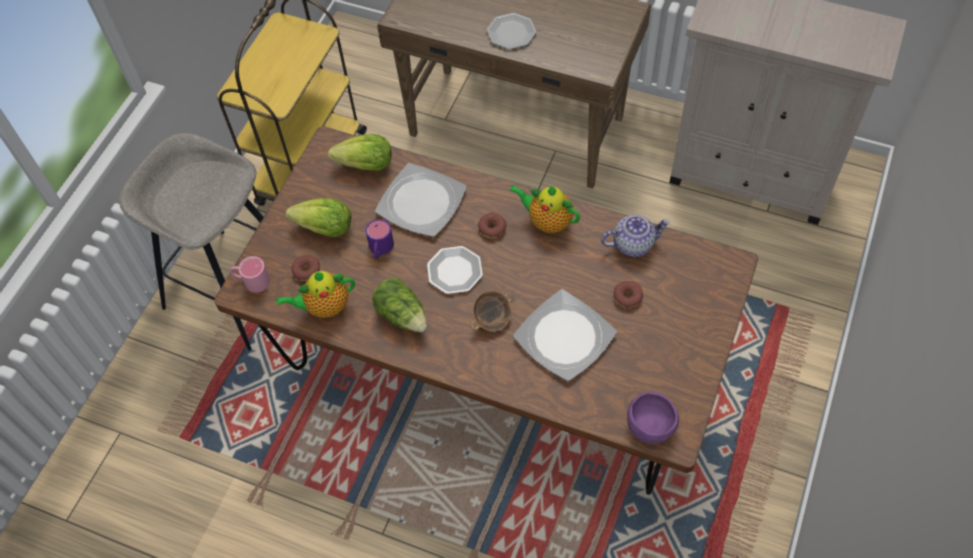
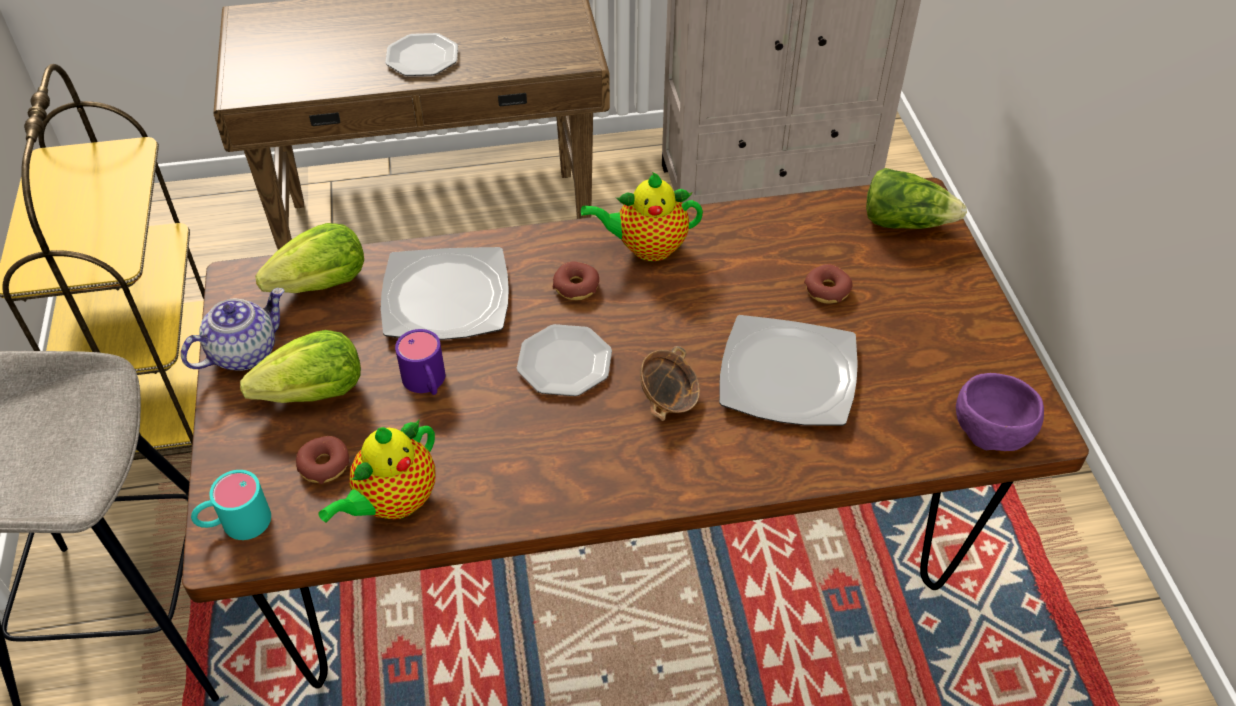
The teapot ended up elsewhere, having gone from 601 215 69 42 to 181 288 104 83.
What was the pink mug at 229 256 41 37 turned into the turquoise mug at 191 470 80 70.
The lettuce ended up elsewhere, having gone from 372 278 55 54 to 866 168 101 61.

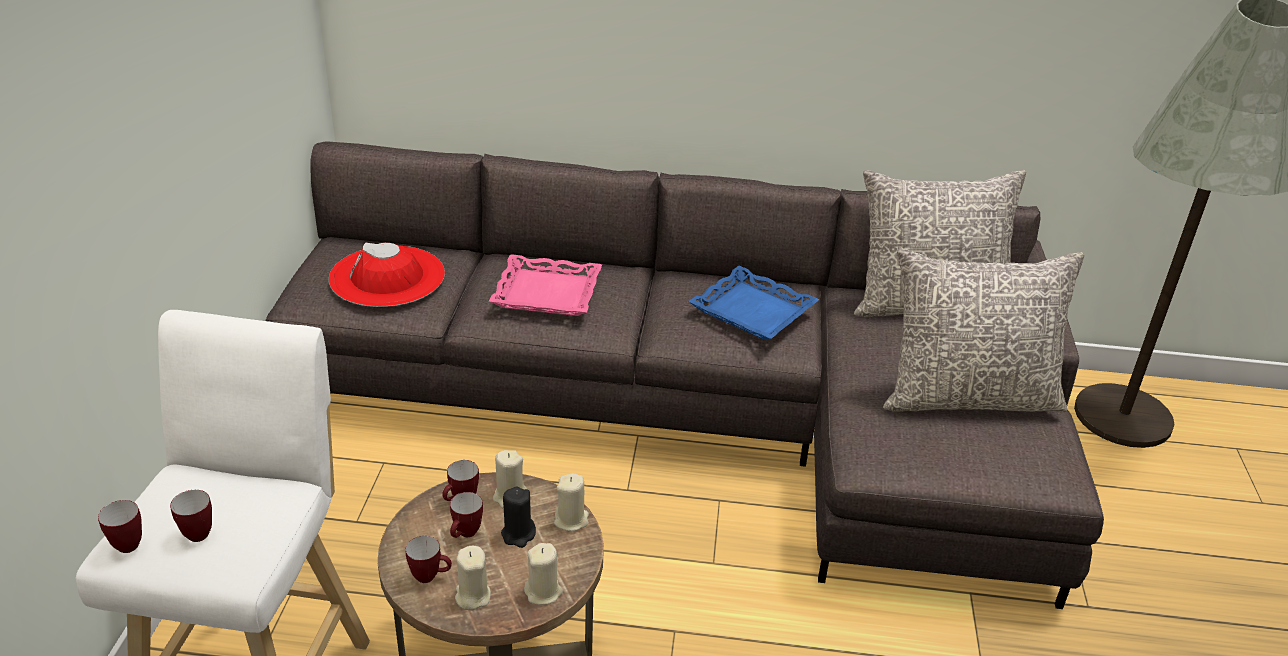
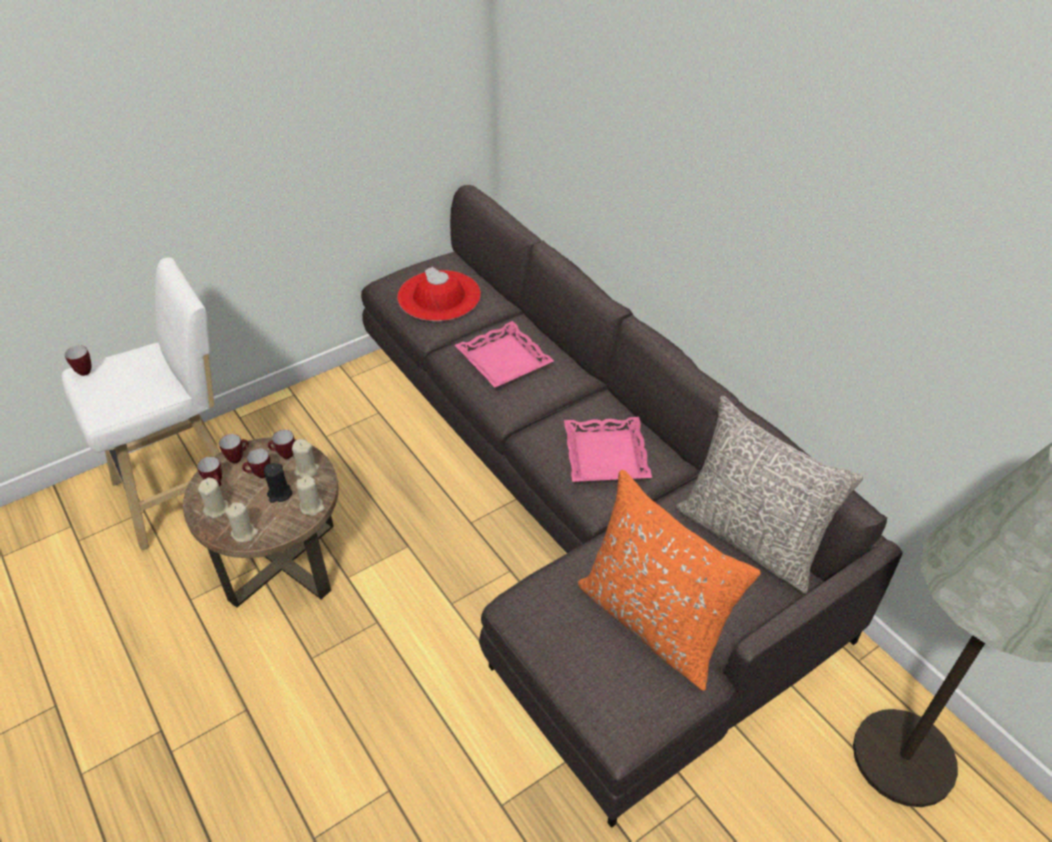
The mug ended up elsewhere, having gone from 170 490 42 52 to 219 434 30 29.
What was the blue tray at 688 266 131 75 turned into the pink tray at 564 417 88 65.
What was the grey pillow at 883 248 201 164 turned into the orange pillow at 578 470 183 221.

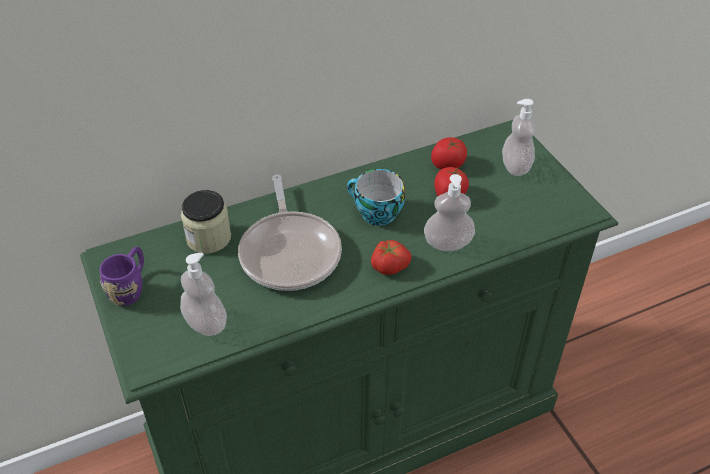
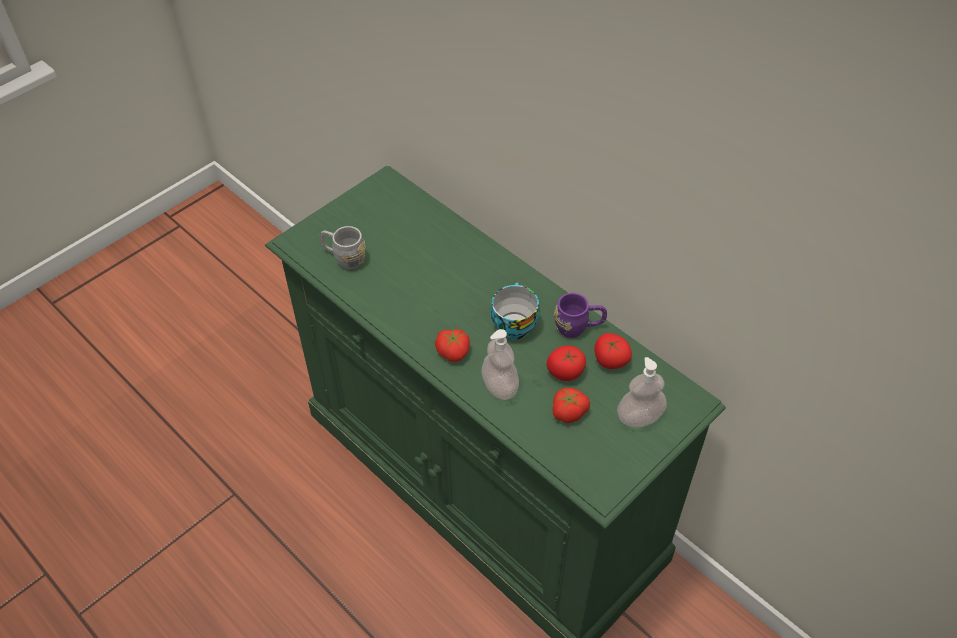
Where the soap dispenser stood at 180 253 47 83, the grey mug came to stand at 319 226 46 43.
The second view gained the tomato at 552 388 38 35.
The purple mug ended up elsewhere, having gone from 99 247 45 59 to 554 293 53 45.
The second view lost the jar at 181 190 50 63.
The second view lost the frying pan at 238 175 104 116.

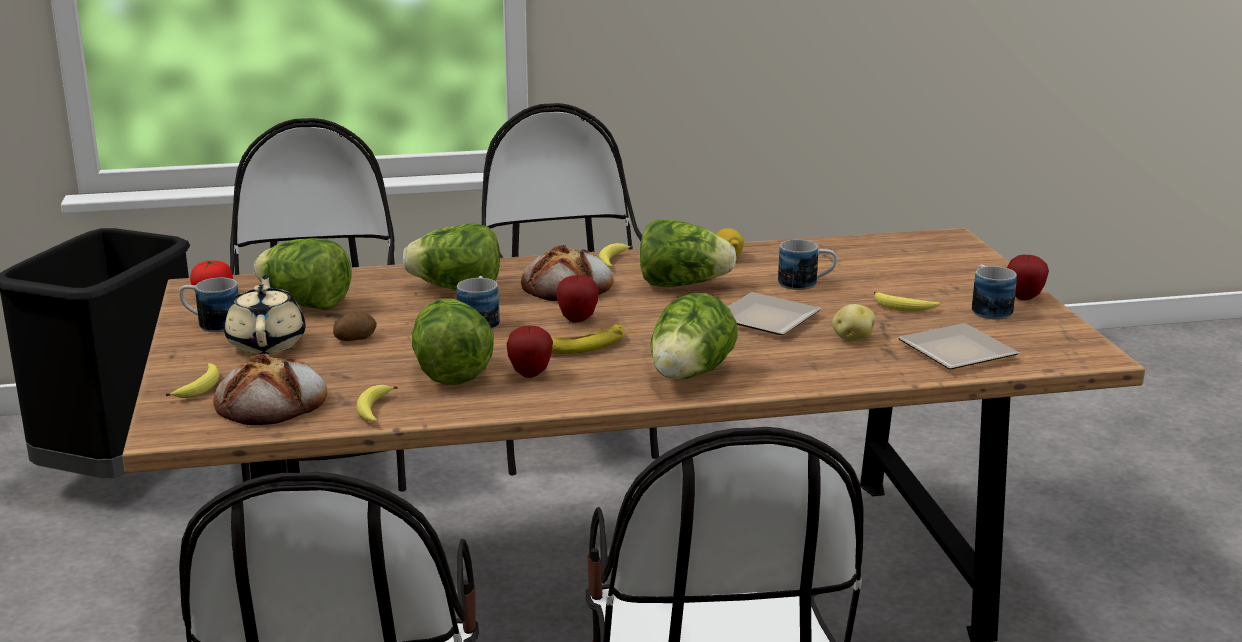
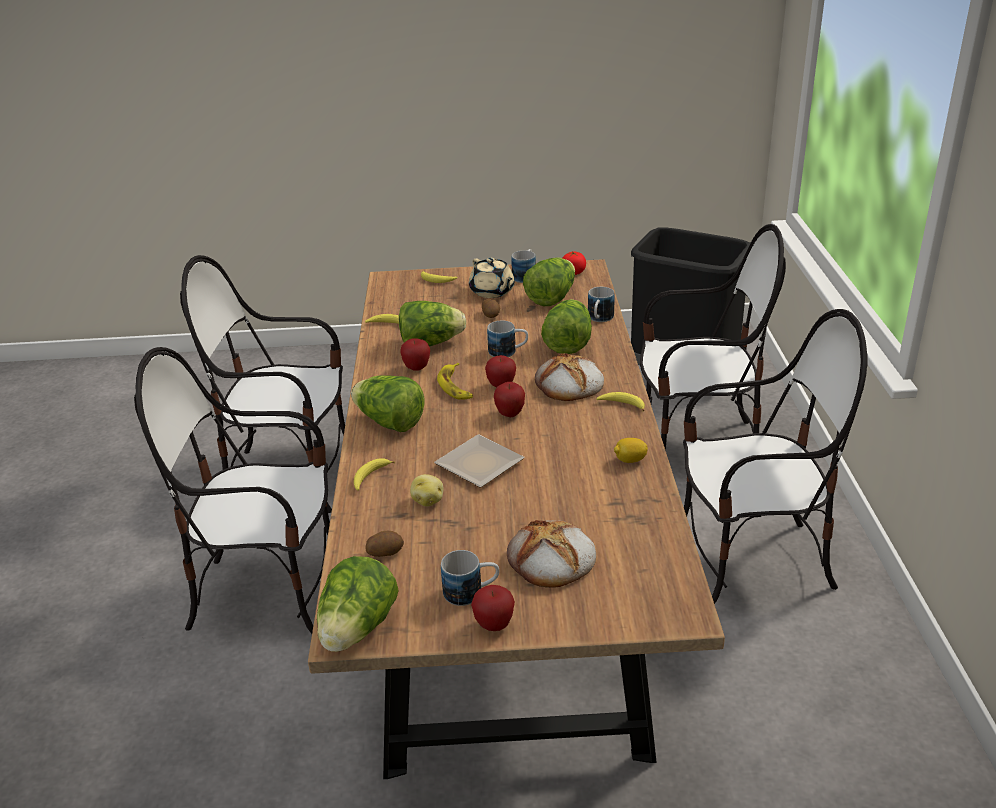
The lettuce ended up elsewhere, having gone from 640 220 97 67 to 317 556 82 96.
The banana ended up elsewhere, having gone from 874 291 66 21 to 354 458 41 33.
Where the plate stood at 898 323 121 46, the potato came to stand at 365 531 39 26.
The beige teapot at 224 275 82 79 ended up facing another way, 60 degrees clockwise from before.
The second view gained the apple at 494 382 31 35.
The bread ended up elsewhere, having gone from 213 353 114 72 to 507 520 89 68.
The mug ended up elsewhere, having gone from 778 239 59 51 to 588 287 26 35.

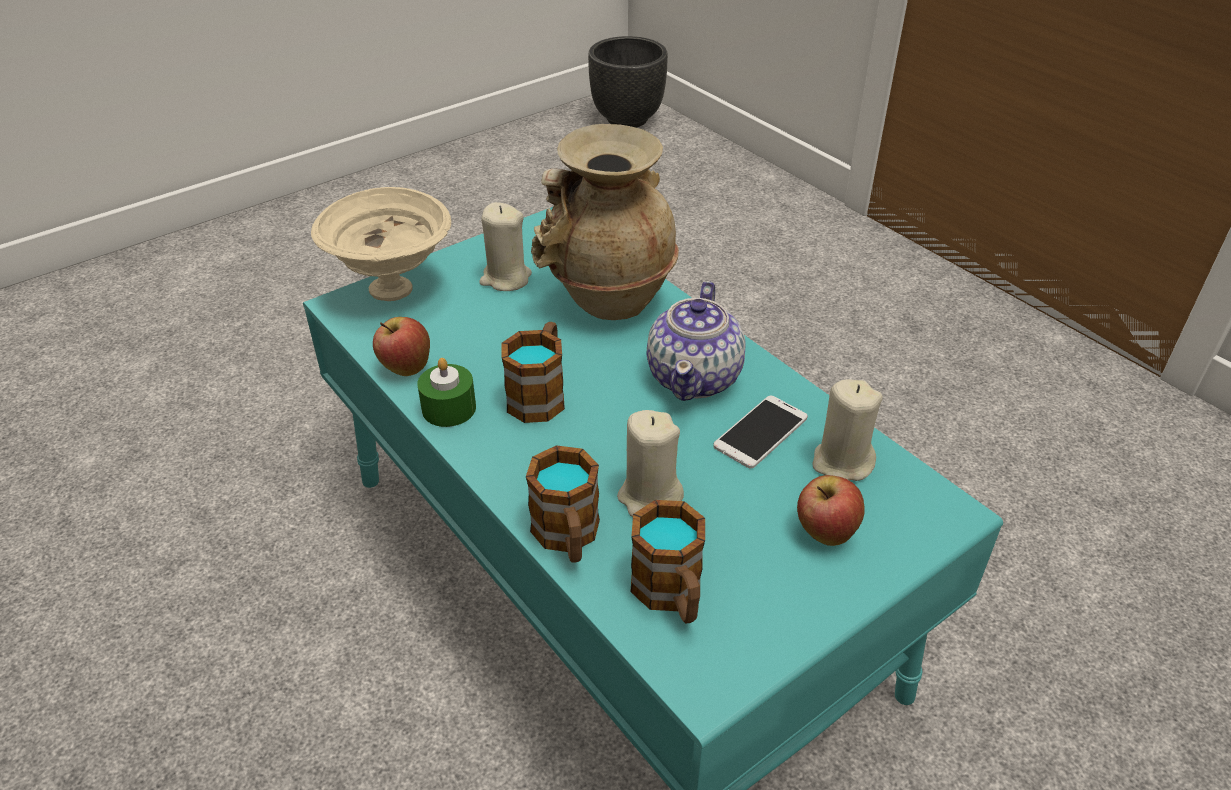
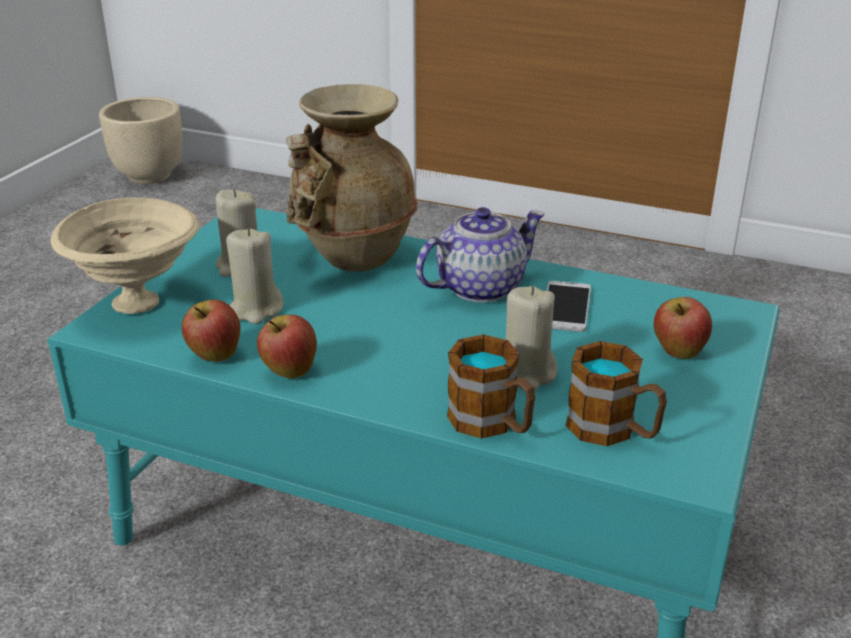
What was the black planter at 588 36 80 92 turned into the beige planter at 99 97 83 87.
The beige candle ended up elsewhere, having gone from 812 379 71 102 to 226 228 58 96.
Where the green candle stood at 417 358 59 69, the apple came to stand at 257 314 60 65.
The teapot at 647 281 99 120 ended up facing another way, 105 degrees counterclockwise from before.
The second view lost the mug at 502 322 63 101.

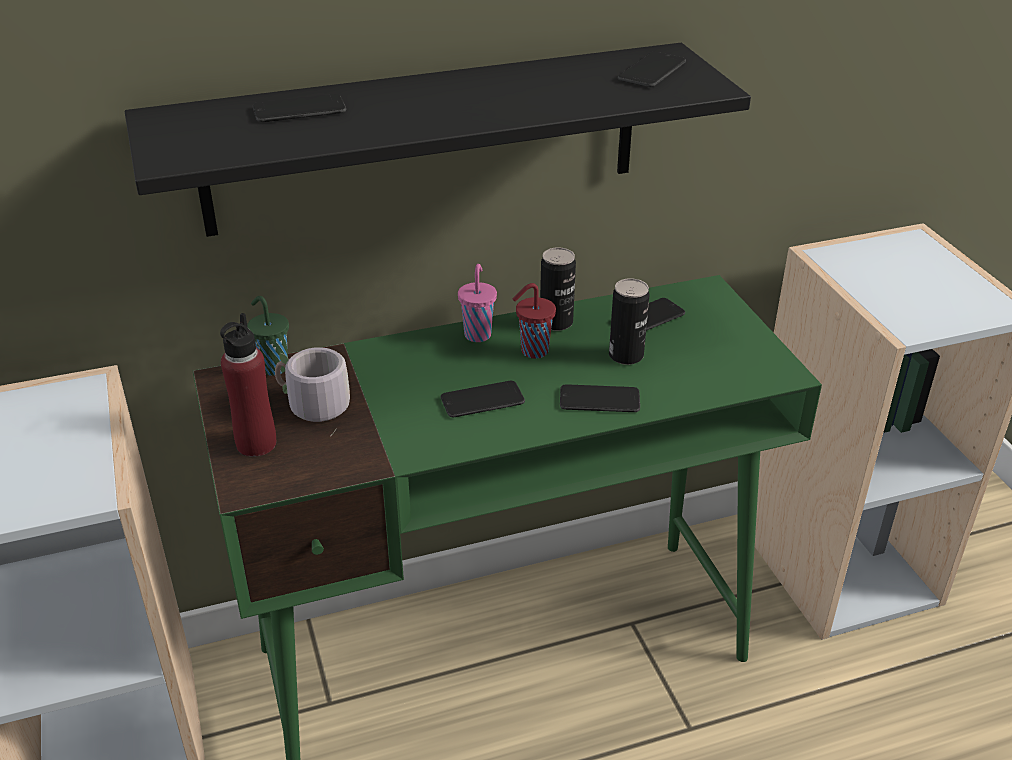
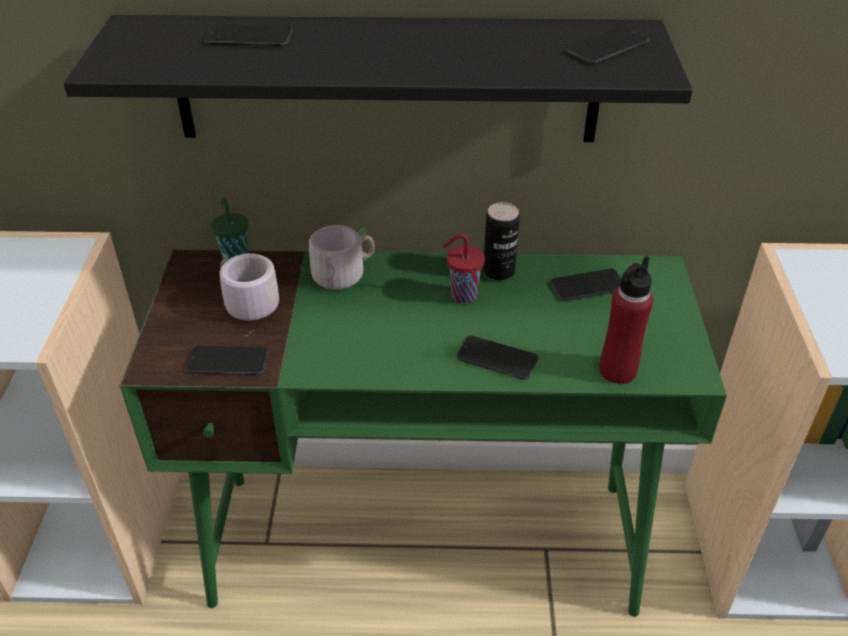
The phone ended up elsewhere, having gone from 441 381 84 36 to 186 346 82 29.
The second view gained the grey mug at 301 225 74 65.
The red bottle ended up elsewhere, having gone from 220 313 56 144 to 599 256 54 128.
The second view lost the pink cup at 458 264 39 78.
The second view lost the can at 609 278 40 87.

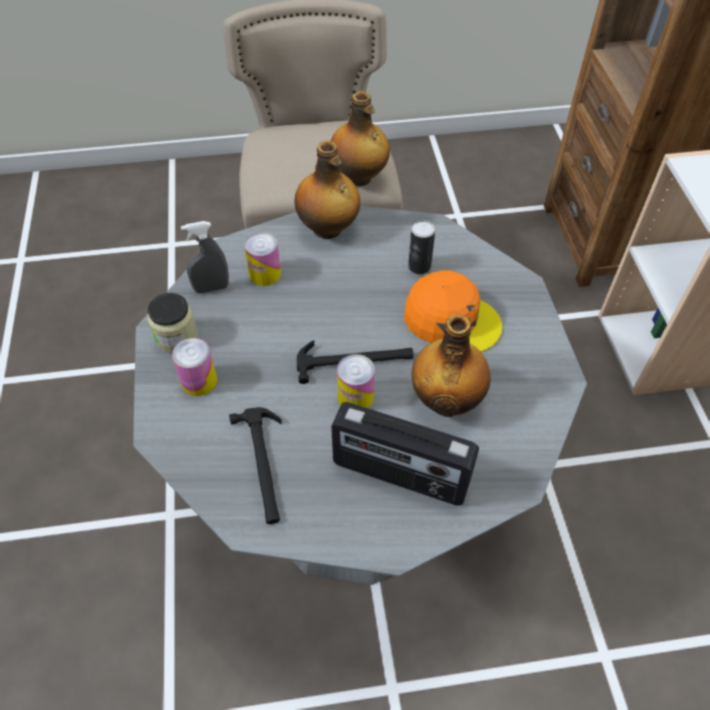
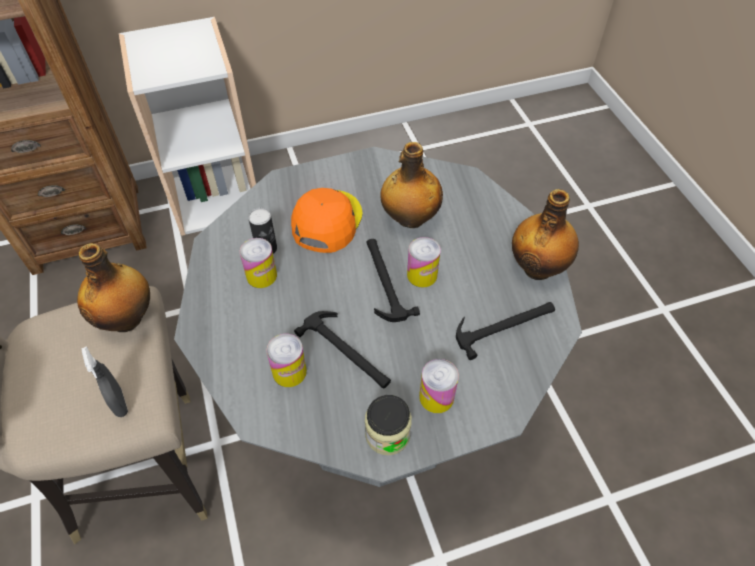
The grey spray bottle ended up elsewhere, having gone from 181 221 48 73 to 81 346 47 71.
The second view gained the can at 240 238 37 50.
The second view gained the hammer at 294 311 97 77.
The bottle ended up elsewhere, having gone from 295 141 65 98 to 512 189 67 91.
The second view lost the radio at 331 402 148 104.

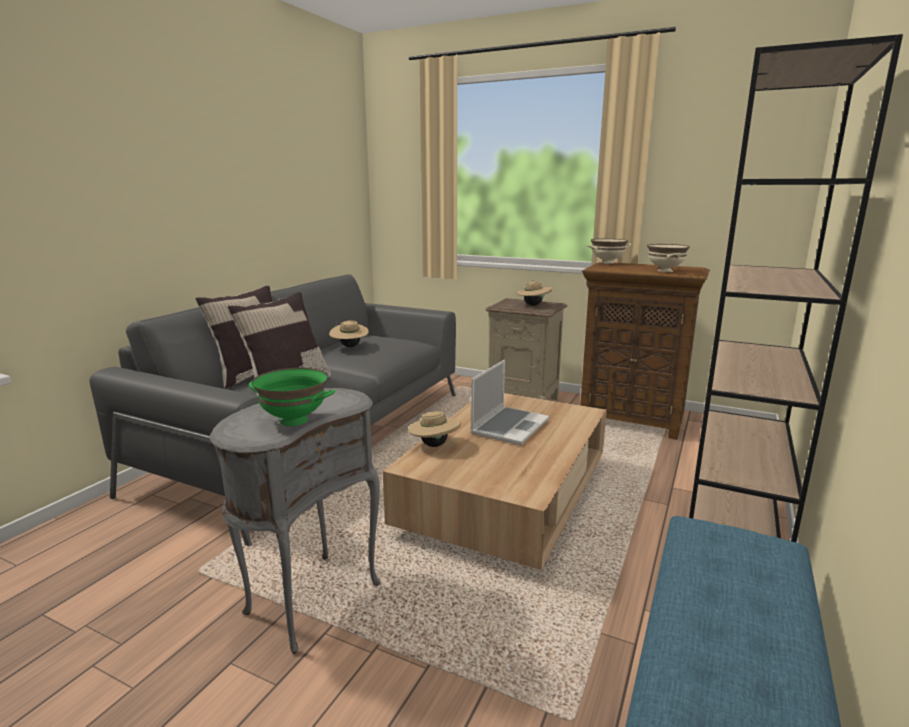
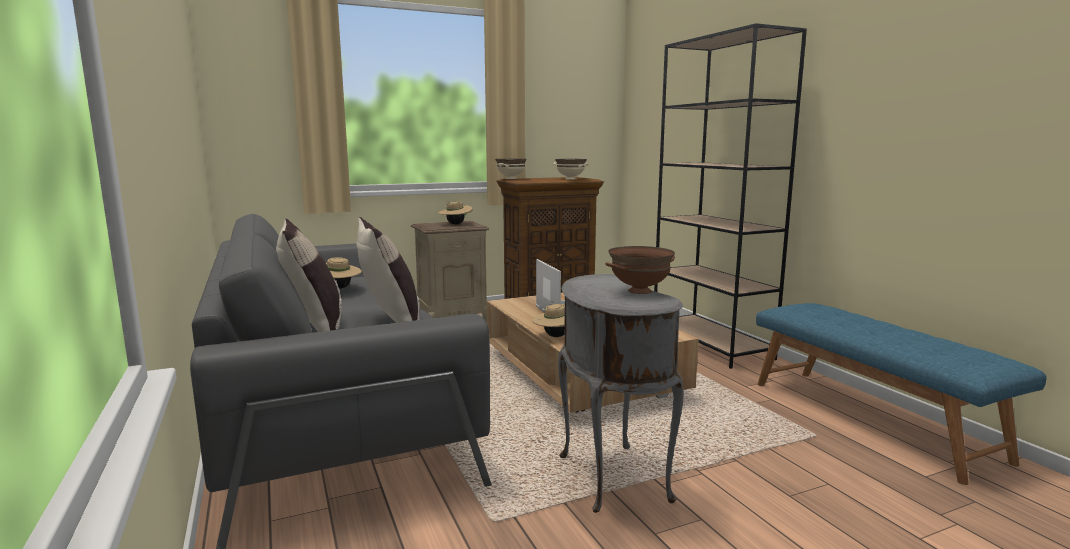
What was the green bowl at 249 368 86 58 turned into the brown bowl at 605 246 70 48.

